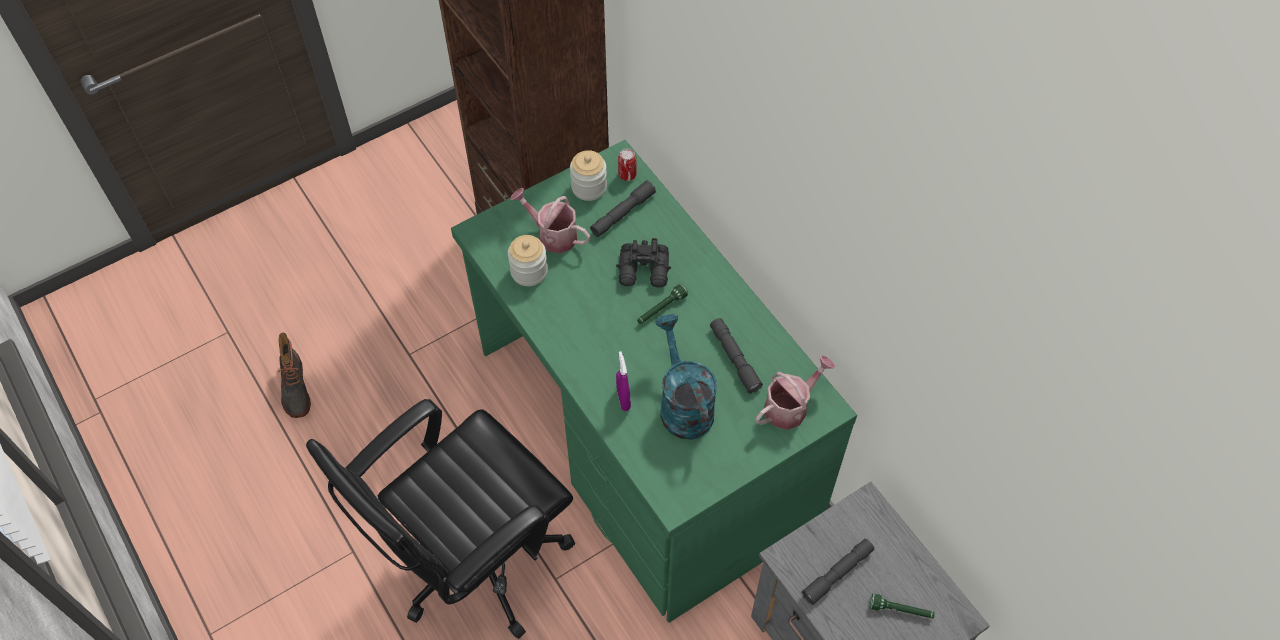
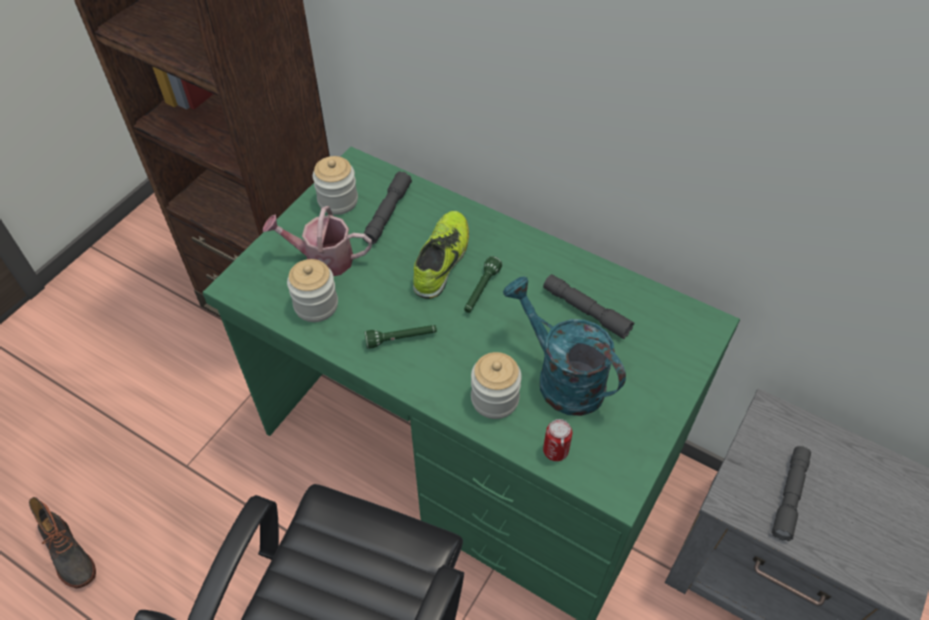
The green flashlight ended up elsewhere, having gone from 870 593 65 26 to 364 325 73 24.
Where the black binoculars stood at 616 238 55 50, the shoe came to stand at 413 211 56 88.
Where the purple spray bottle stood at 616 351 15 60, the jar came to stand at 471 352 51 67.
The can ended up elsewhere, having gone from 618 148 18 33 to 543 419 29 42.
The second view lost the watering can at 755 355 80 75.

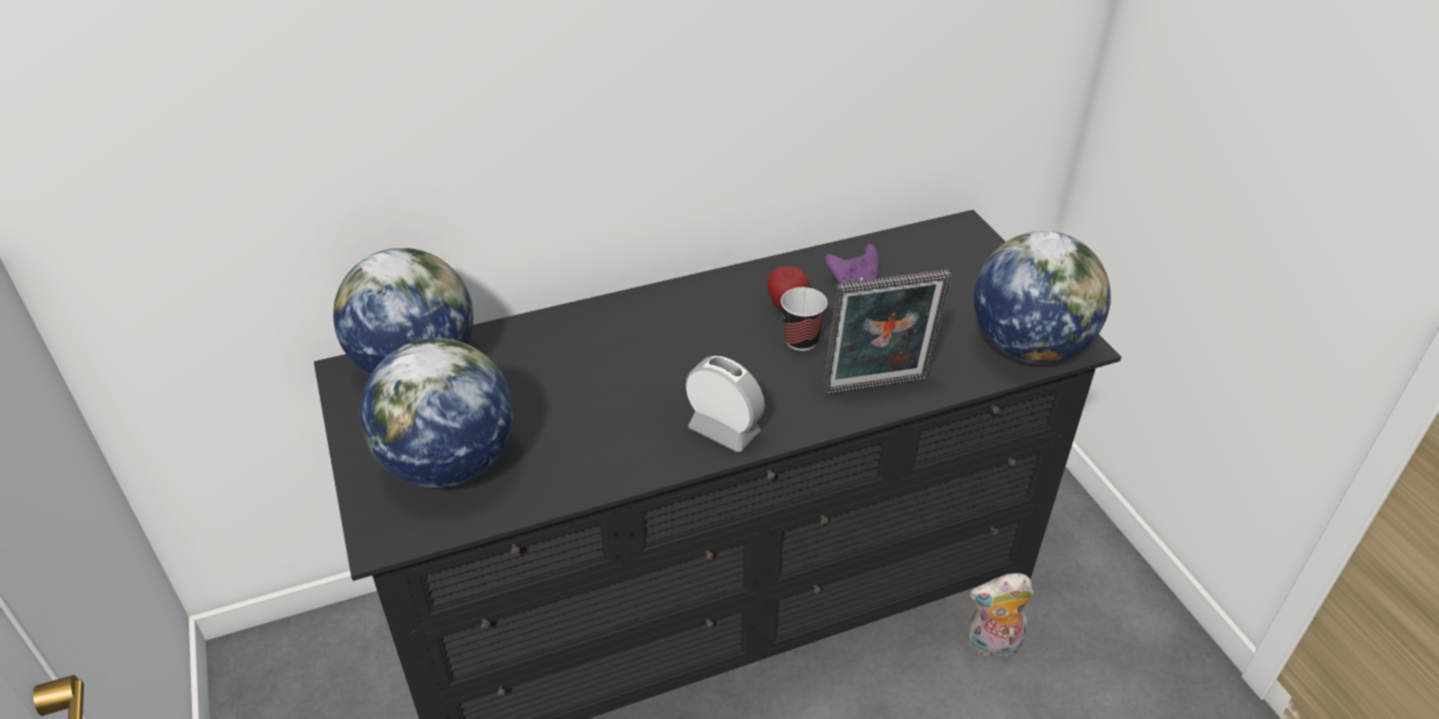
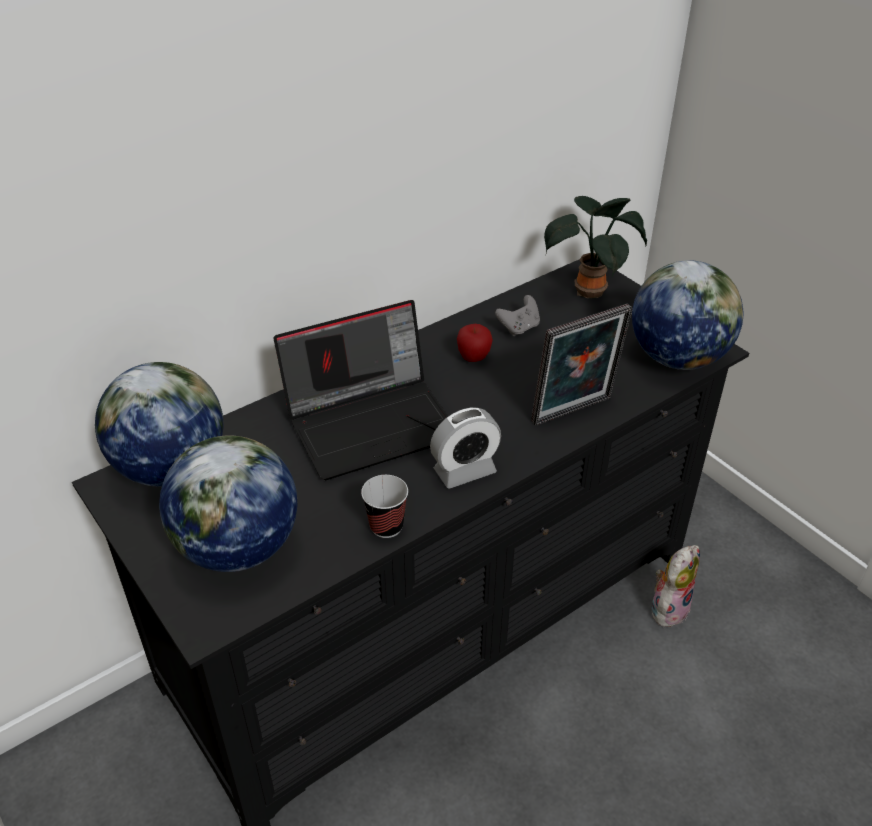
The second view gained the laptop at 274 300 174 180.
The cup ended up elsewhere, having gone from 781 287 47 64 to 361 475 47 63.
The alarm clock at 686 356 79 96 ended up facing another way, 135 degrees clockwise from before.
What was the purple game controller at 825 244 54 40 turned into the grey game controller at 495 295 45 41.
The second view gained the potted plant at 544 196 103 103.
The plush toy at 968 573 66 83 ended up facing another way, 150 degrees clockwise from before.

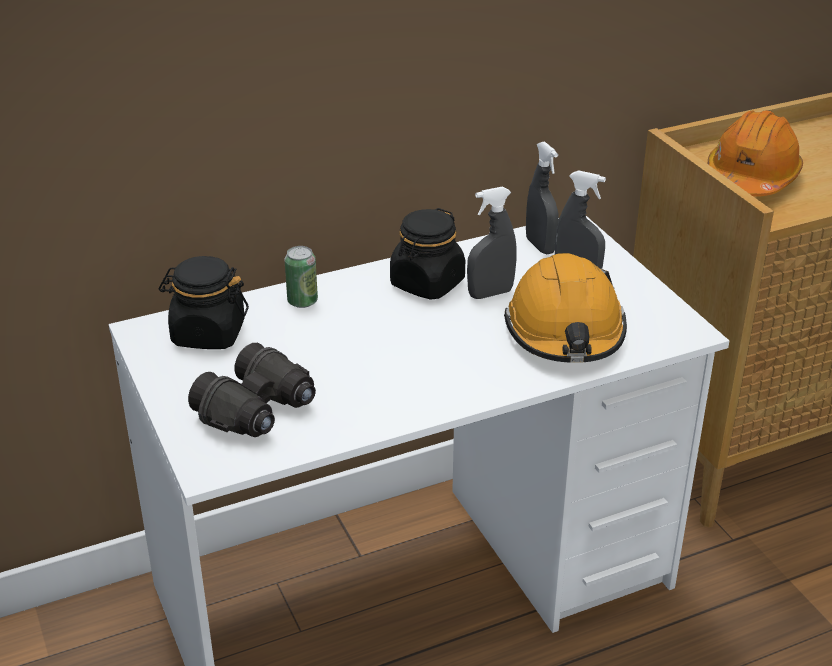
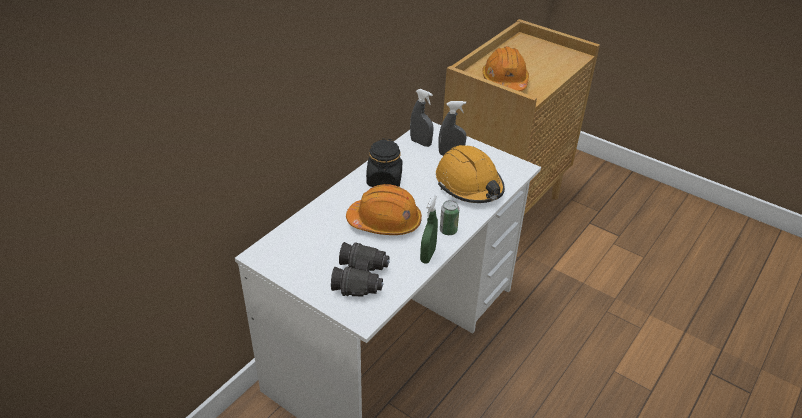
The second view gained the orange hard hat at 346 184 76 51.
The second view gained the green spray bottle at 420 195 18 68.
The can ended up elsewhere, having gone from 284 246 34 62 to 440 200 20 35.
The second view lost the black jar at 159 256 90 93.
The second view lost the grey spray bottle at 467 187 49 112.

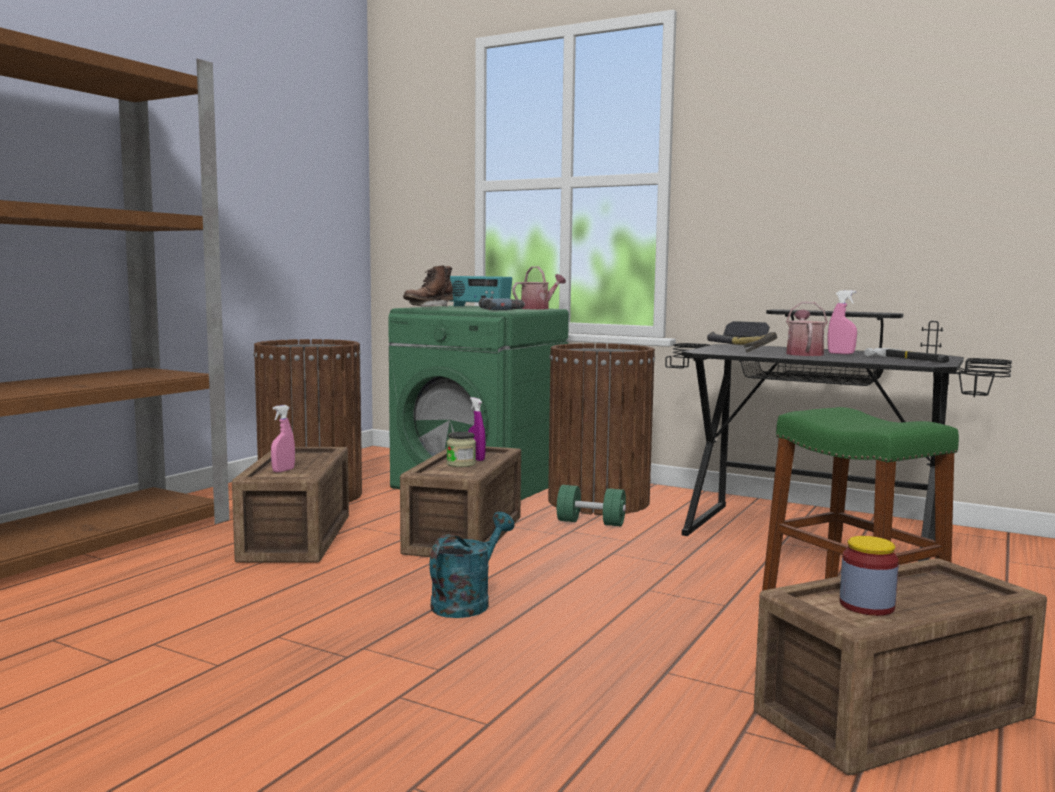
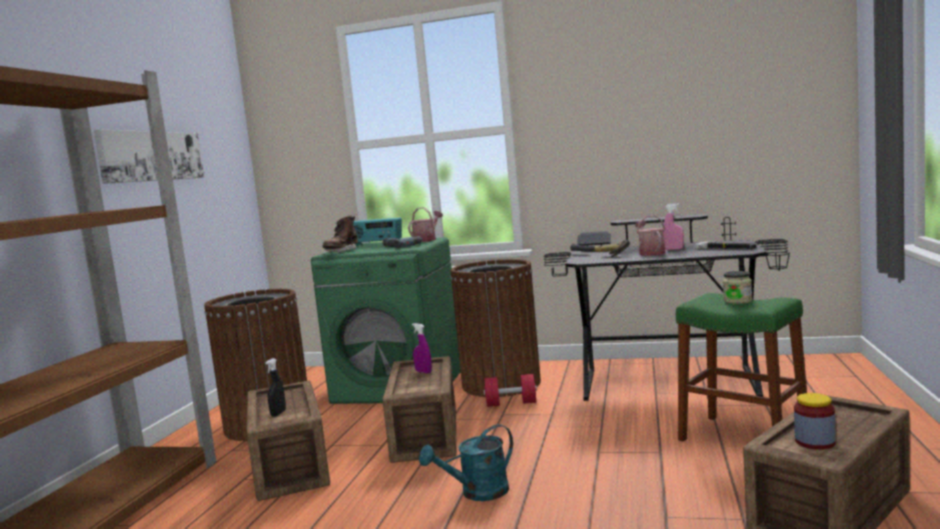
The second view gained the picture at 94 129 110 55.
What was the pink spray bottle at 271 405 24 68 turned into the black spray bottle at 265 358 21 59.
The turquoise watering can at 429 512 85 106 ended up facing another way, 135 degrees counterclockwise from before.
What was the green dumbbell at 557 485 69 41 turned into the red dumbbell at 483 374 54 33.
The jar ended up elsewhere, having gone from 447 432 29 35 to 723 271 29 33.

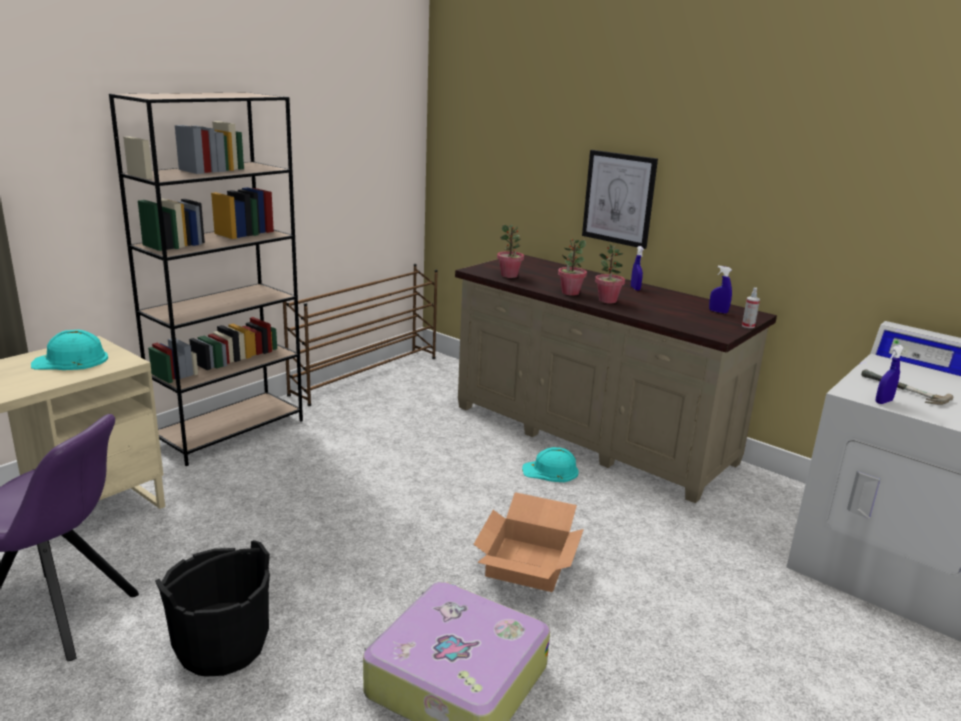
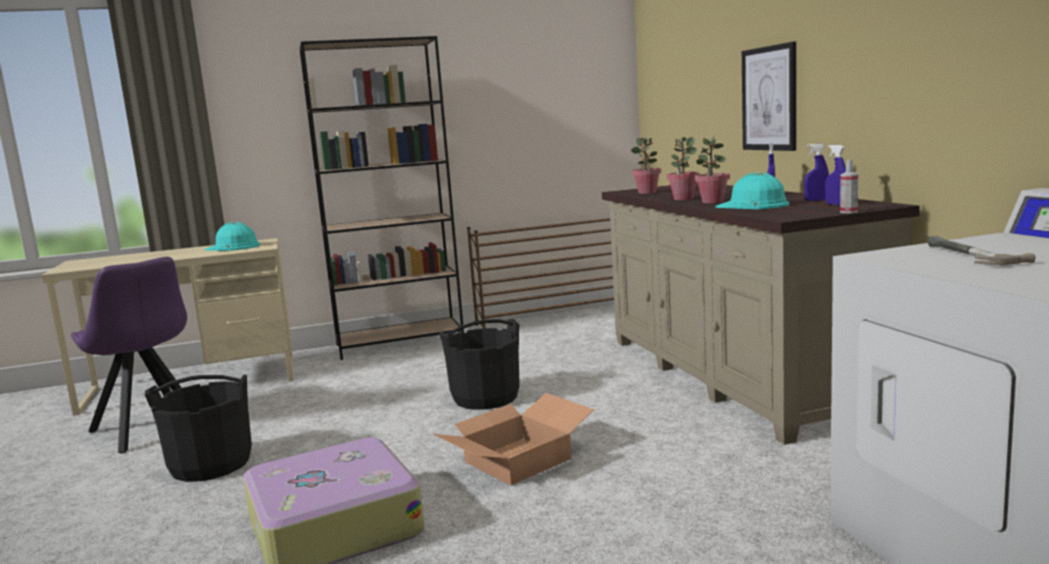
The second view gained the black bucket at 439 319 81 91.
The turquoise hard hat ended up elsewhere, having gone from 522 447 57 35 to 715 173 74 36.
The blue spray bottle ended up elsewhere, having gone from 876 345 28 59 to 804 144 25 57.

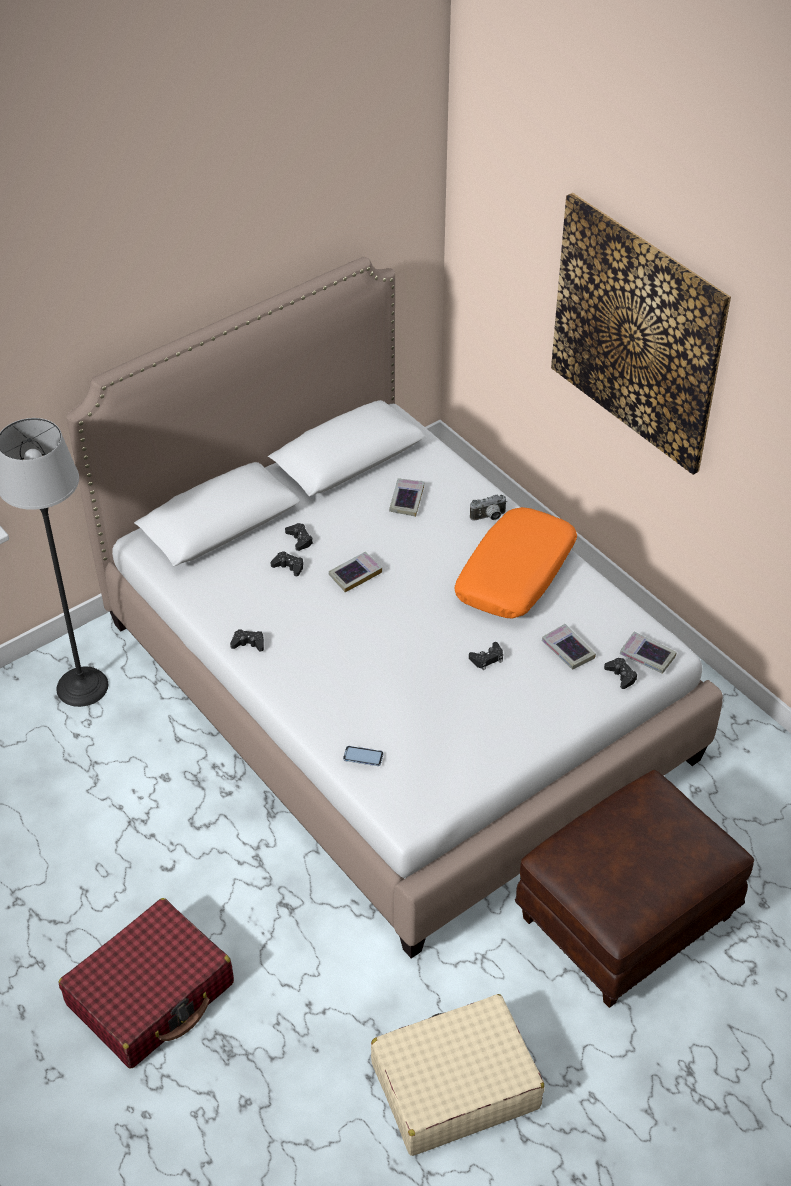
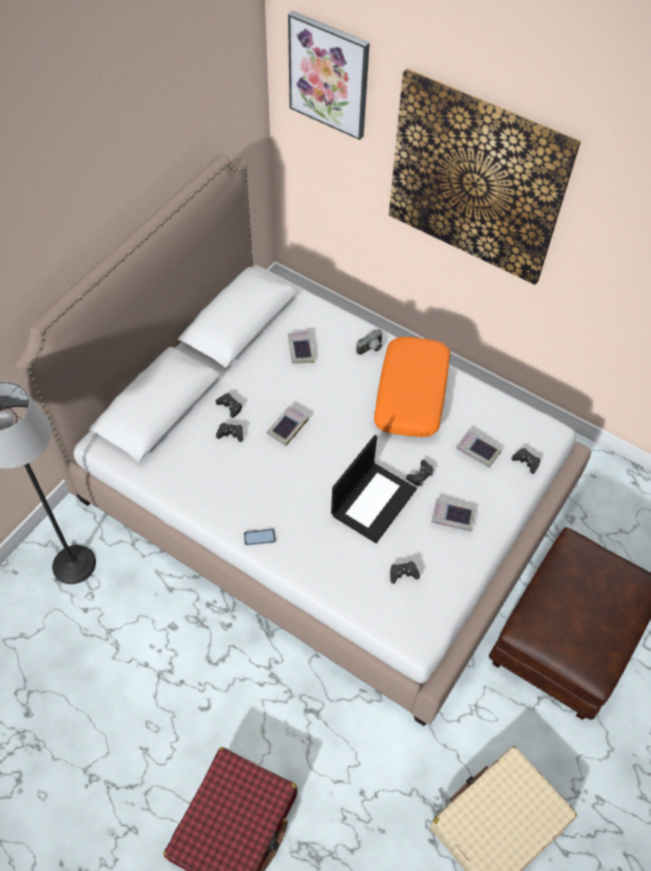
The phone ended up elsewhere, having gone from 343 746 41 20 to 244 529 32 17.
The second view gained the picture at 288 11 82 129.
The second view gained the laptop at 331 435 86 108.
The black game controller ended up elsewhere, having gone from 230 629 34 22 to 390 561 30 23.
The book ended up elsewhere, having gone from 620 631 57 43 to 431 498 45 34.

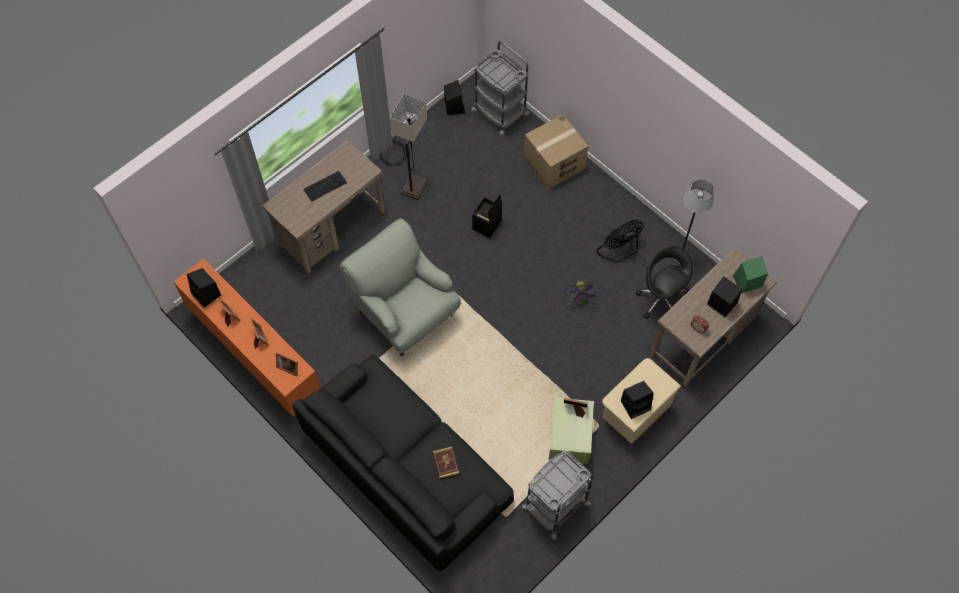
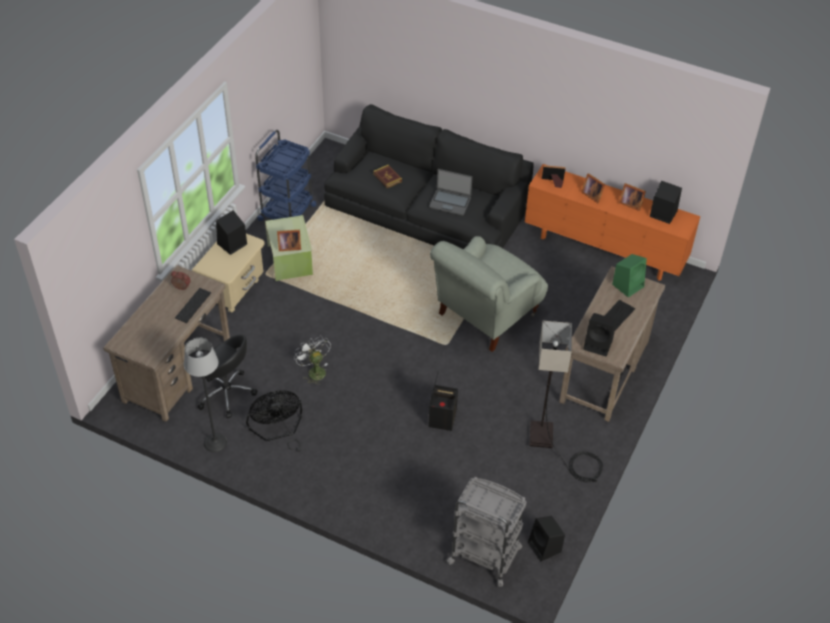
The second view gained the keyboard at 175 288 36 35.
The black fan at 596 220 52 47 ended up facing another way, 150 degrees counterclockwise from before.
What was the grey cart at 521 451 73 89 turned into the blue cart at 255 130 62 91.
What was the purple fan at 565 279 35 27 turned into the white fan at 294 336 37 49.
The second view gained the laptop at 429 169 44 47.
The grey armchair at 340 219 121 137 ended up facing another way, 105 degrees clockwise from before.
The black speaker ended up elsewhere, having gone from 707 276 35 41 to 583 313 34 43.
The green speaker ended up elsewhere, having gone from 733 256 35 38 to 612 254 35 43.
The second view lost the cardboard box at 524 114 65 75.

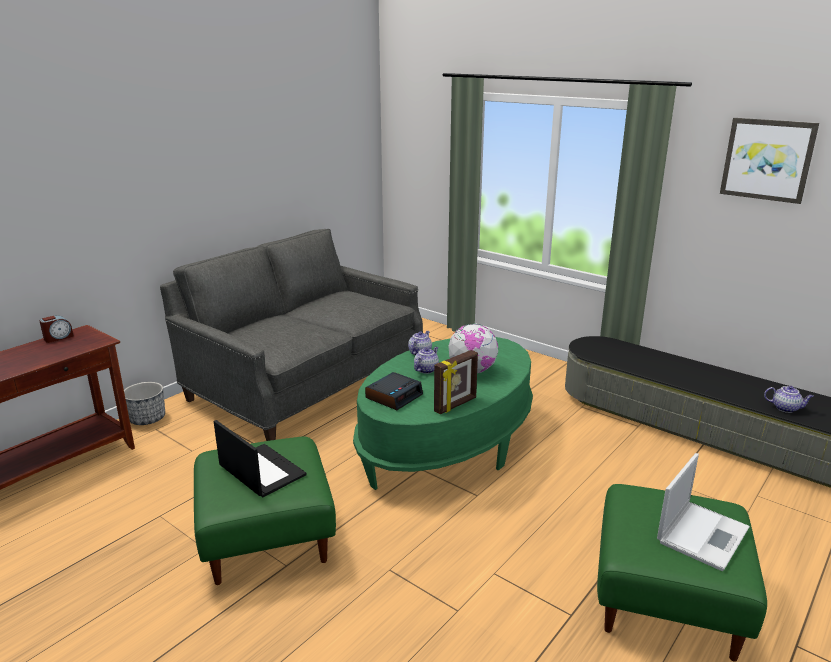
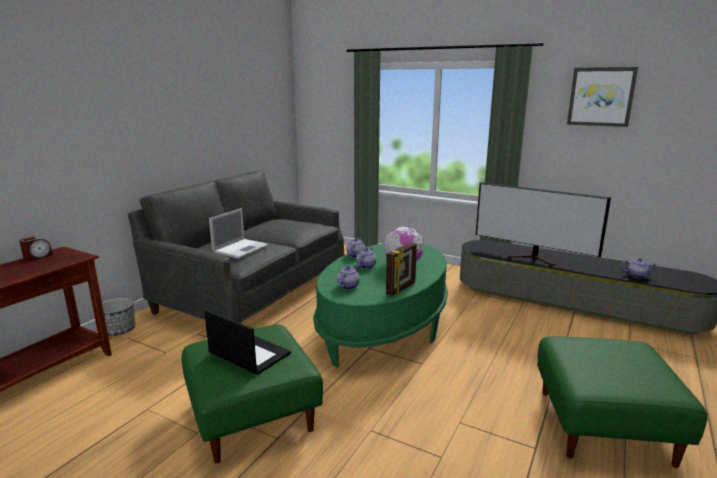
The laptop ended up elsewhere, having gone from 657 453 93 118 to 209 208 60 51.
Where the alarm clock stood at 365 372 58 38, the teapot came to stand at 337 265 22 25.
The second view gained the television at 476 182 135 84.

